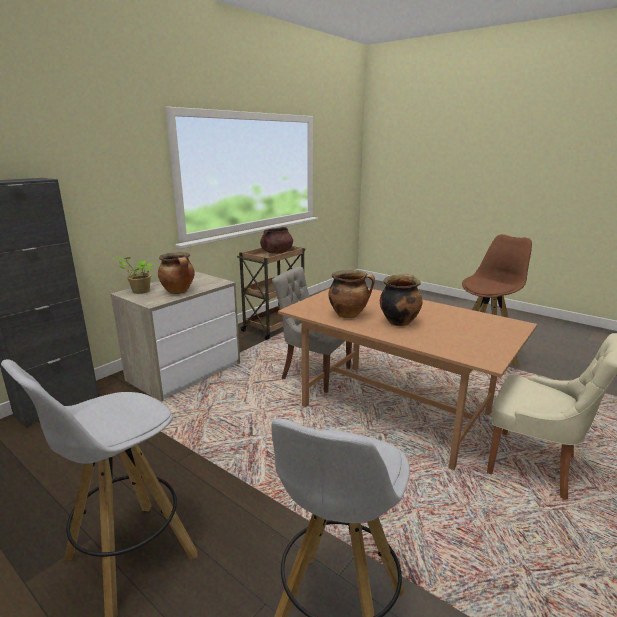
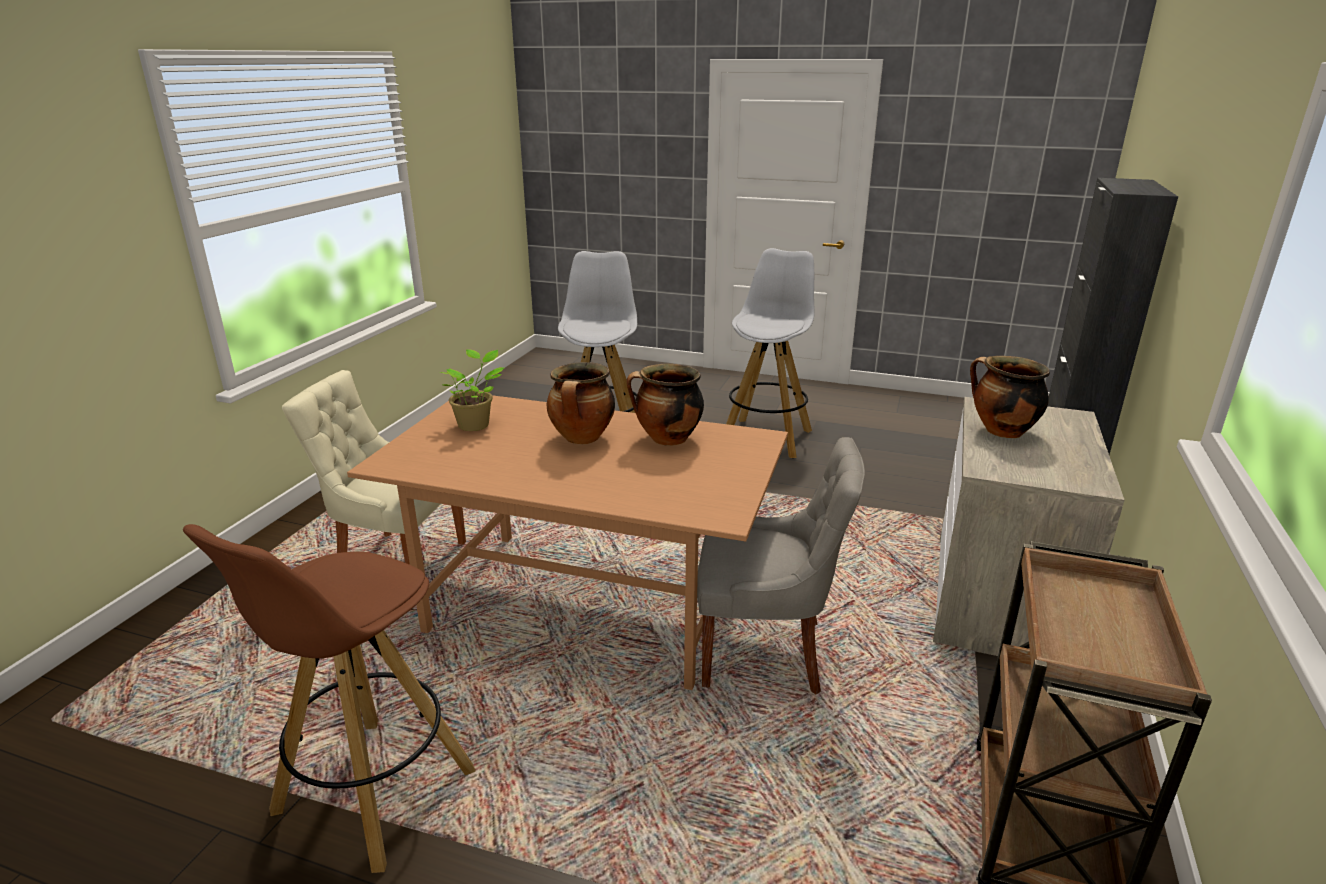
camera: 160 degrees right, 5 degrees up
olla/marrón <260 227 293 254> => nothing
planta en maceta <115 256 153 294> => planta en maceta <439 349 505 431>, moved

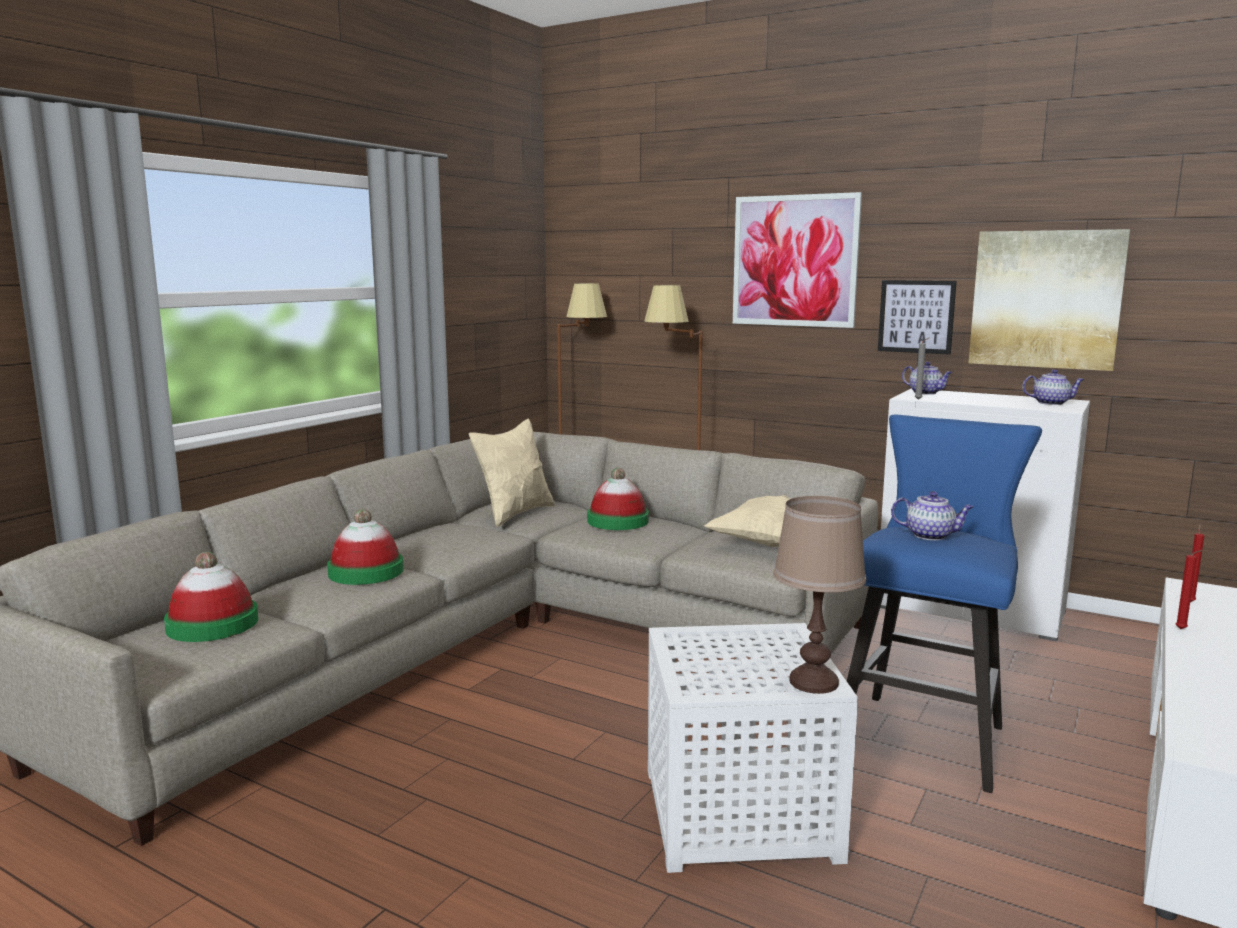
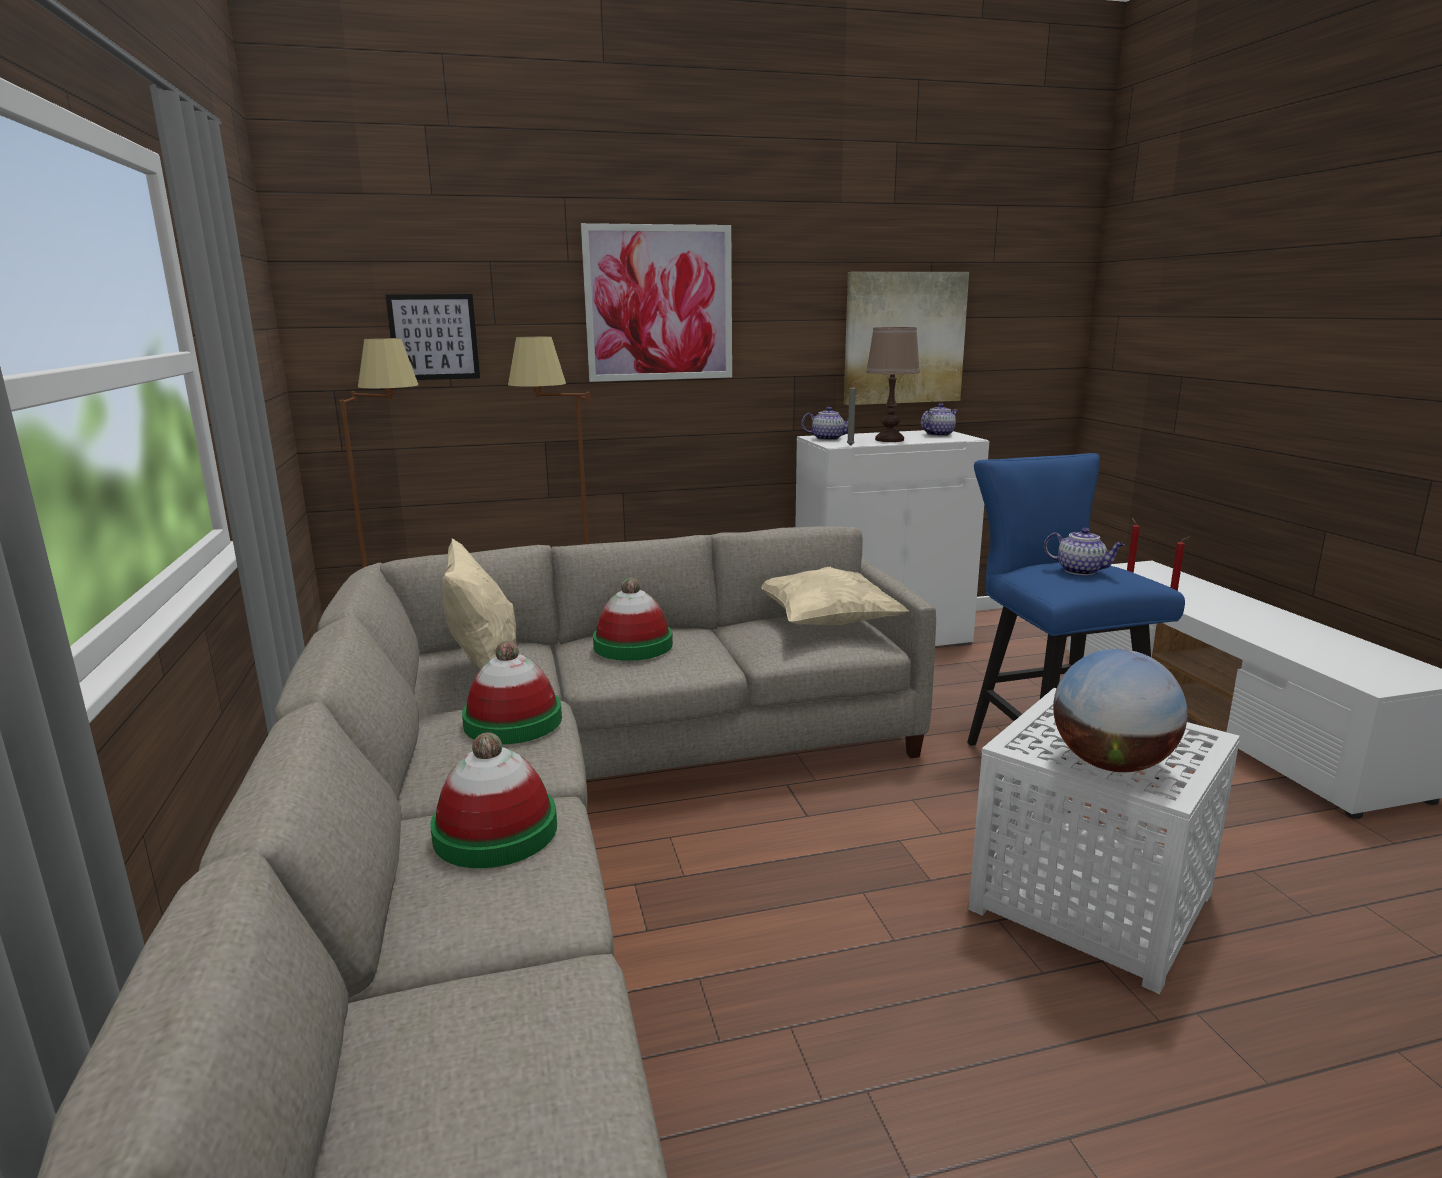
camera: 45 degrees left, 5 degrees up
nothing => globo terráqueo <1053 649 1187 772>
sombrero <164 552 258 642> => sombrero <462 641 562 744>, moved
lámpara de mesa/marrón <773 496 866 694> => lámpara de mesa/marrón <866 327 920 442>, moved
cuadro <878 280 957 355> => cuadro <385 294 480 380>, moved
tetera <891 491 974 540> => tetera <1044 528 1125 575>, 60 degrees clockwise

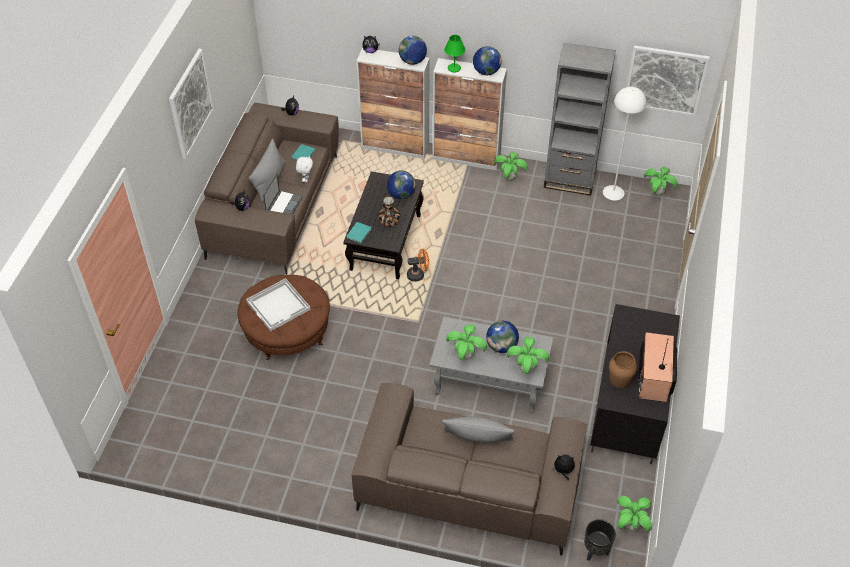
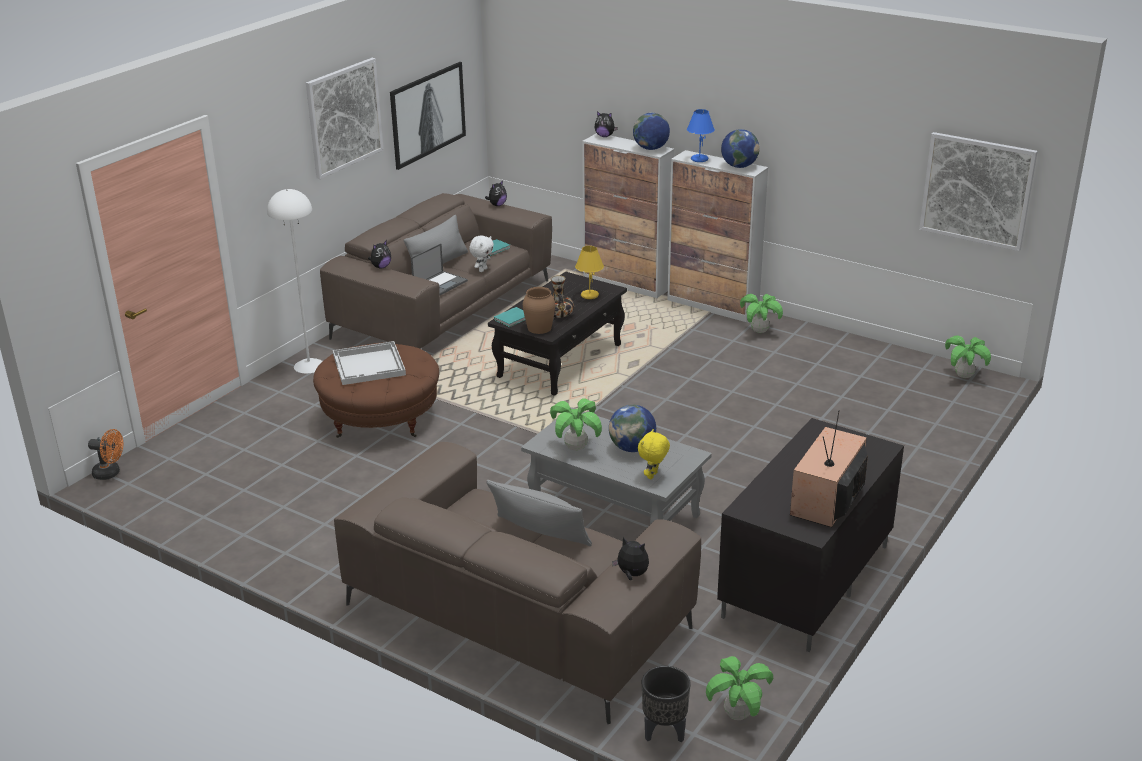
camera: 20 degrees right, 20 degrees down
estantería/gris <544 43 616 196> => nothing
nothing => cuadro <390 62 466 170>
ventilador/naranja <407 249 429 282> => ventilador/naranja <88 429 123 480>, moved
lámpara de pie/blanco <603 87 647 200> => lámpara de pie/blanco <267 189 323 374>, moved
florero/marrón <609 351 637 388> => florero/marrón <523 287 555 334>, moved
globo terráqueo <387 170 416 199> => lámpara de mesa/amarillo <575 246 604 299>
planta en maceta <507 337 549 374> => peluche/amarillo <638 429 670 479>
lámpara de mesa/verde <444 35 465 73> => lámpara de mesa/azul <687 109 715 162>

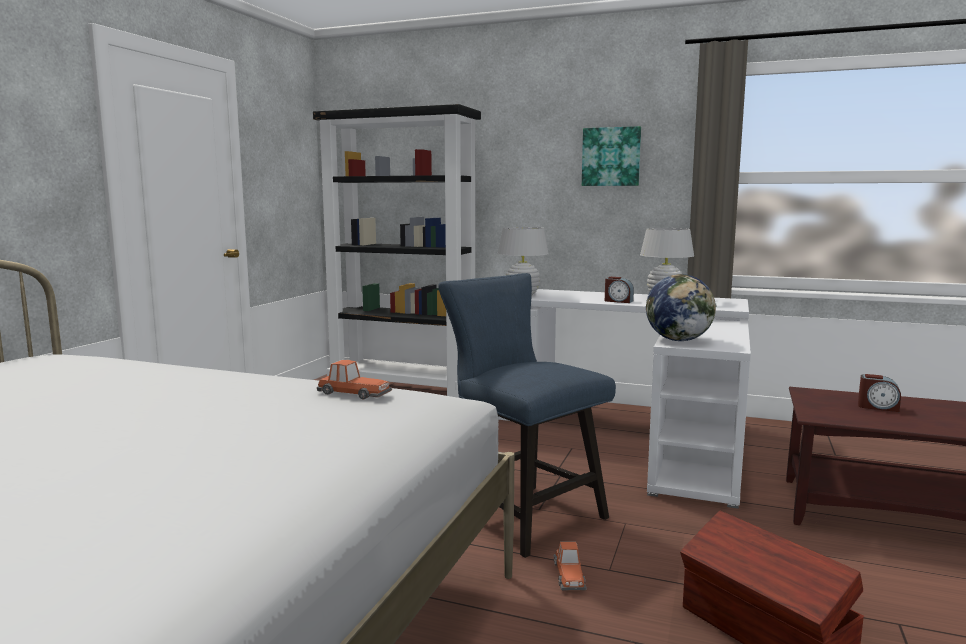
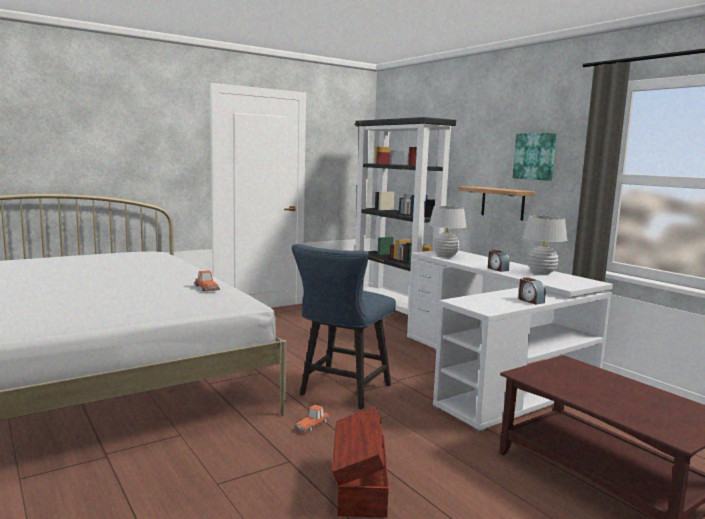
camera: 35 degrees right, 0 degrees up
globo terráqueo <646 274 717 341> => nothing
nothing => estante <458 186 535 221>
despertador <858 374 901 412> => despertador <518 277 546 305>, moved
silla/azul <438 273 616 558> => silla/azul <292 244 396 409>, 150 degrees counterclockwise

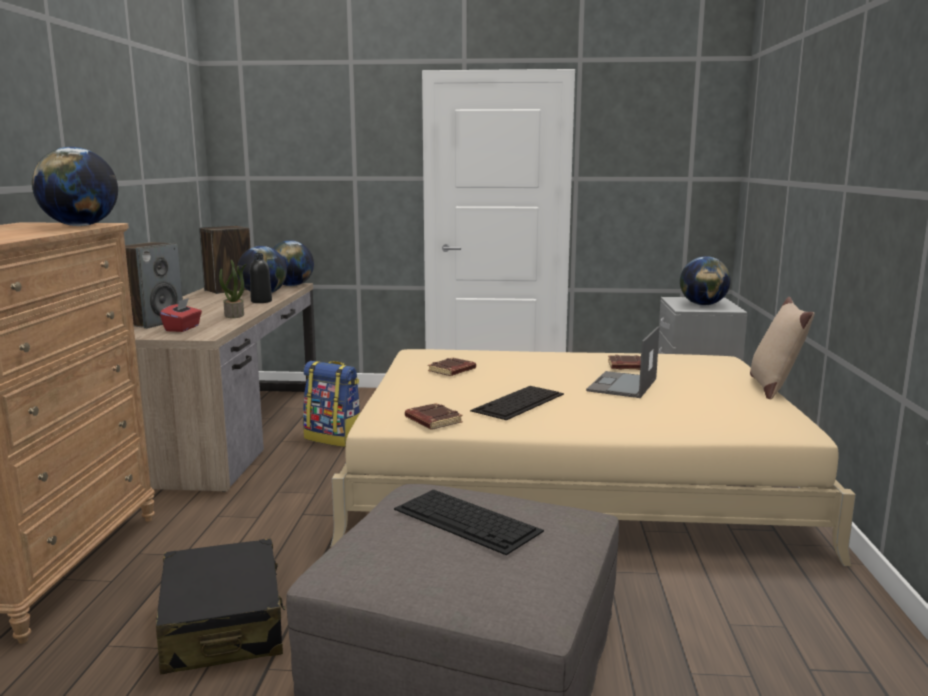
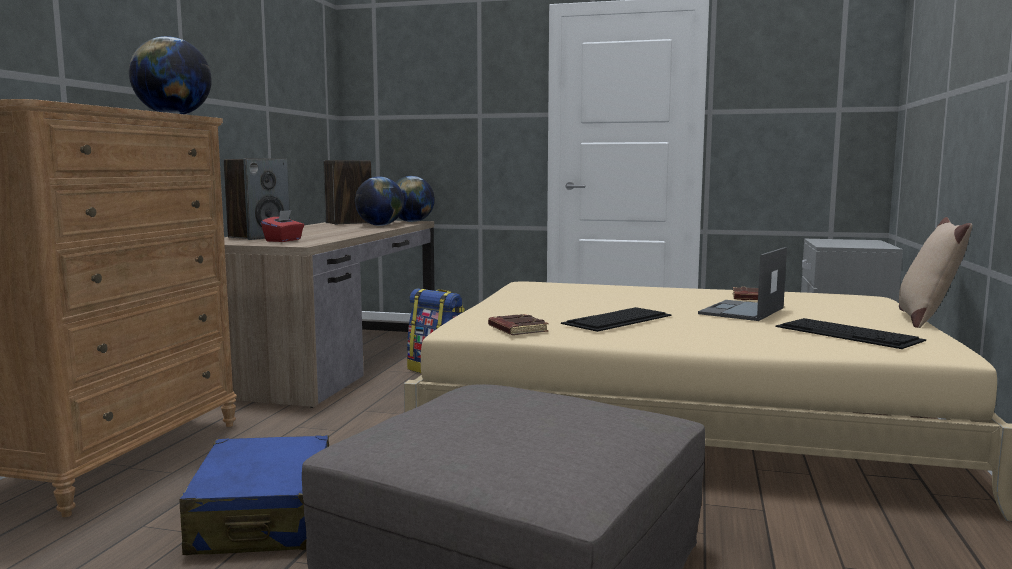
camera: 10 degrees right, 5 degrees down
planta en maceta <219 260 247 318> => nothing
botella/negro <250 253 272 303> => nothing
libro/marrón <428 358 476 376> => nothing
globo terráqueo <680 256 731 305> => nothing
teclado <394 489 544 555> => teclado <776 318 926 349>, moved
maleta/negro <156 538 285 674> => maleta/azul <180 435 329 555>

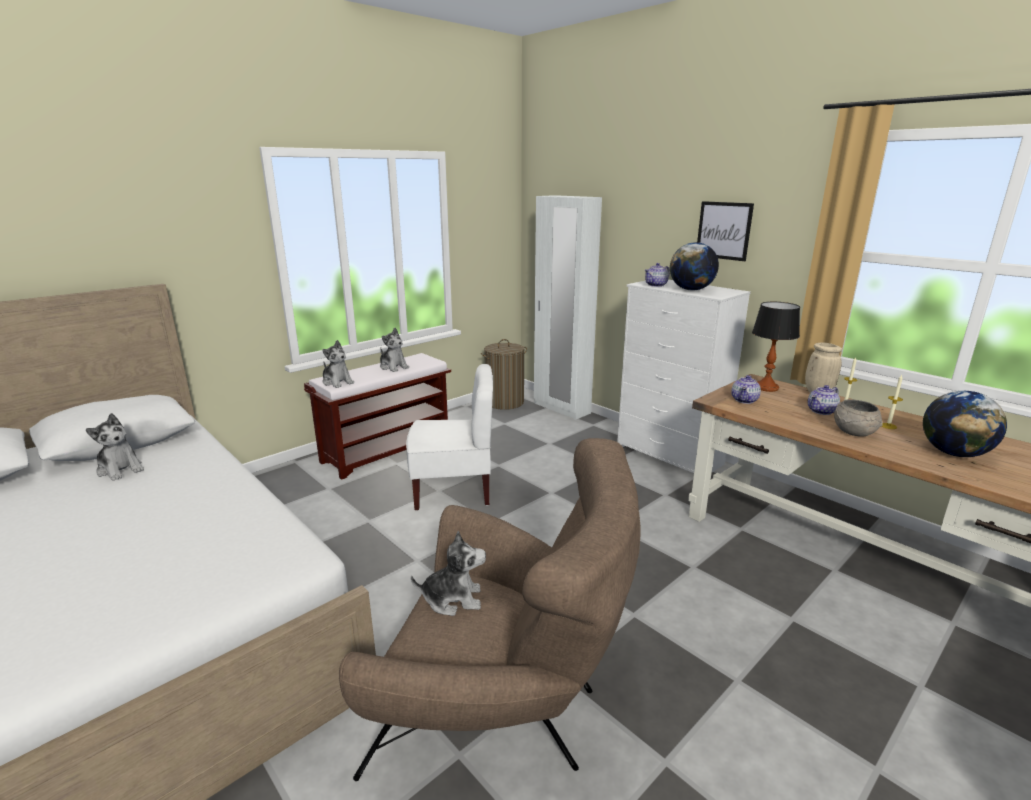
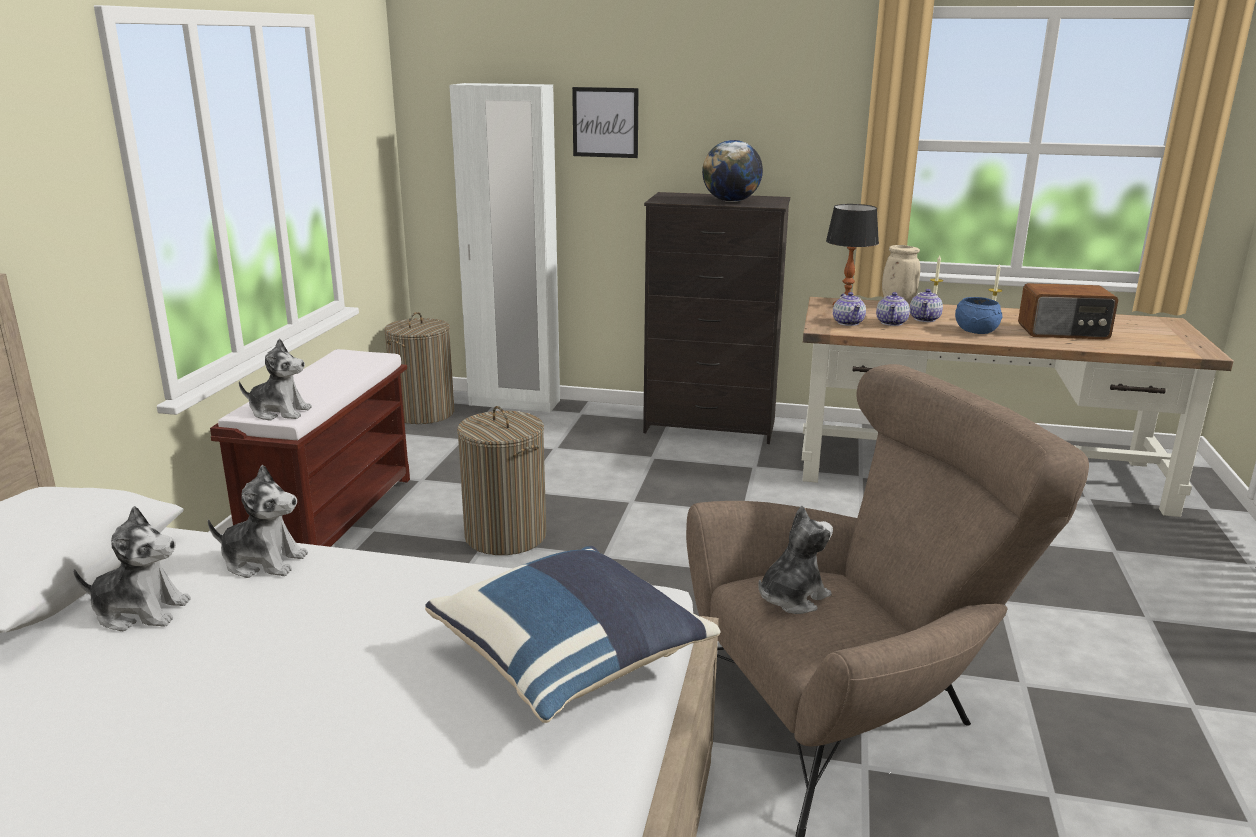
camera: 35 degrees left, 0 degrees up
nothing => cojín/azul <425 546 721 723>
peluche <380 328 409 372> => peluche <208 464 308 578>, moved
tetera <645 263 670 287> => tetera <876 292 910 326>, moved
cuadro <697 201 754 261> => cuadro <572 87 639 158>, moved
silla/blanco <406 364 493 511> => cesto de la ropa <457 406 546 555>
globo terráqueo <923 391 1007 457> => radio <1018 283 1118 340>
cómoda/blanco <617 279 751 473> => cómoda/negro <643 192 790 444>
cuenco/gris <834 400 883 437> => cuenco/azul <955 297 1003 334>

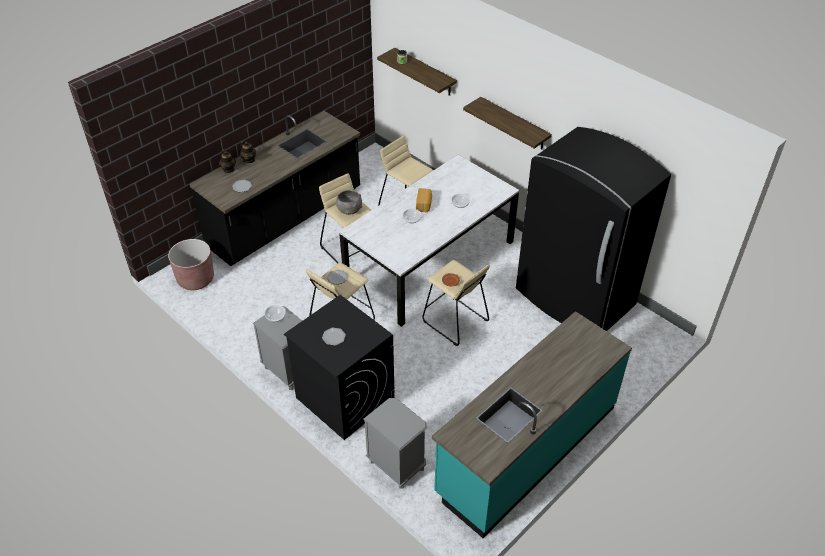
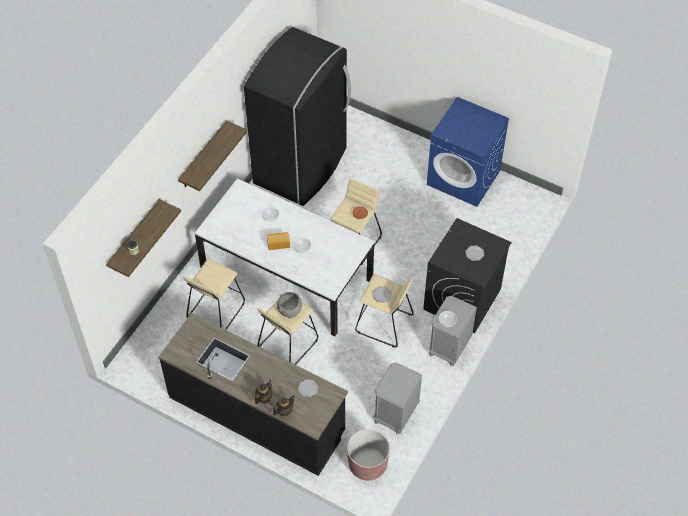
camera: 105 degrees left, 10 degrees up
mesita de noche/gris <364 398 427 489> => mesita de noche/gris <373 362 422 435>, moved
mueble bajo de cocina/turquesa <432 311 632 538> => lavadora/azul <427 97 509 207>

